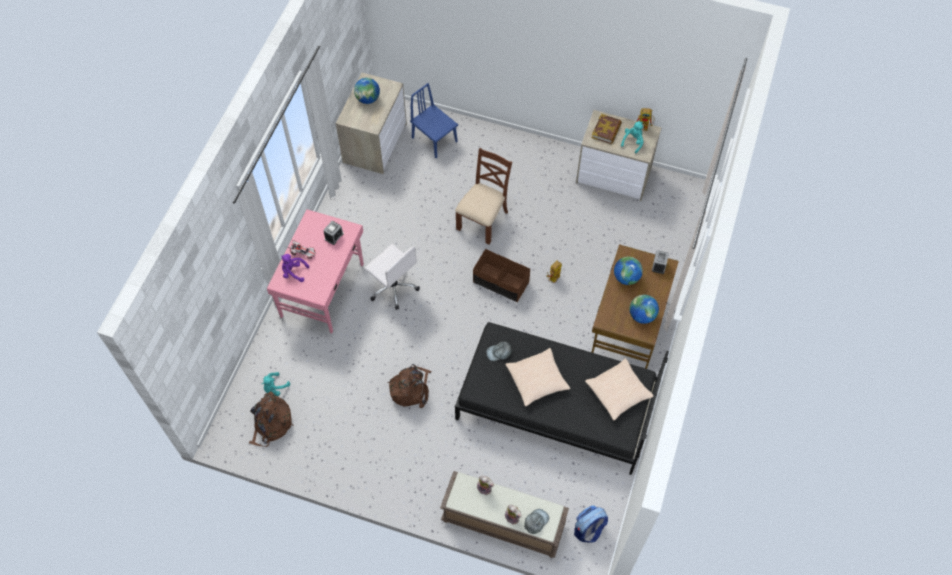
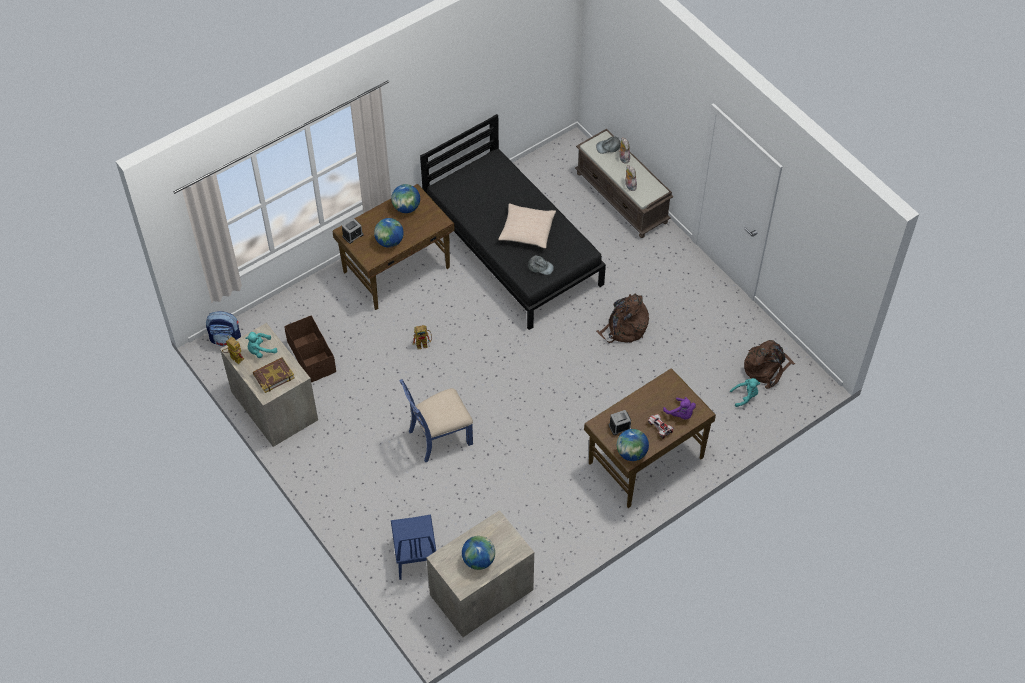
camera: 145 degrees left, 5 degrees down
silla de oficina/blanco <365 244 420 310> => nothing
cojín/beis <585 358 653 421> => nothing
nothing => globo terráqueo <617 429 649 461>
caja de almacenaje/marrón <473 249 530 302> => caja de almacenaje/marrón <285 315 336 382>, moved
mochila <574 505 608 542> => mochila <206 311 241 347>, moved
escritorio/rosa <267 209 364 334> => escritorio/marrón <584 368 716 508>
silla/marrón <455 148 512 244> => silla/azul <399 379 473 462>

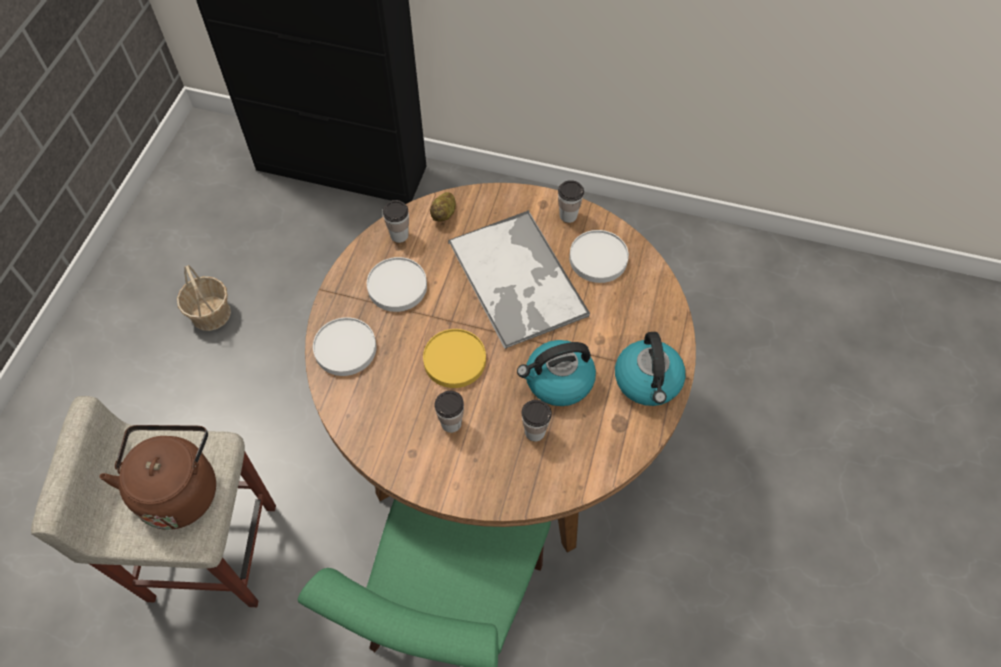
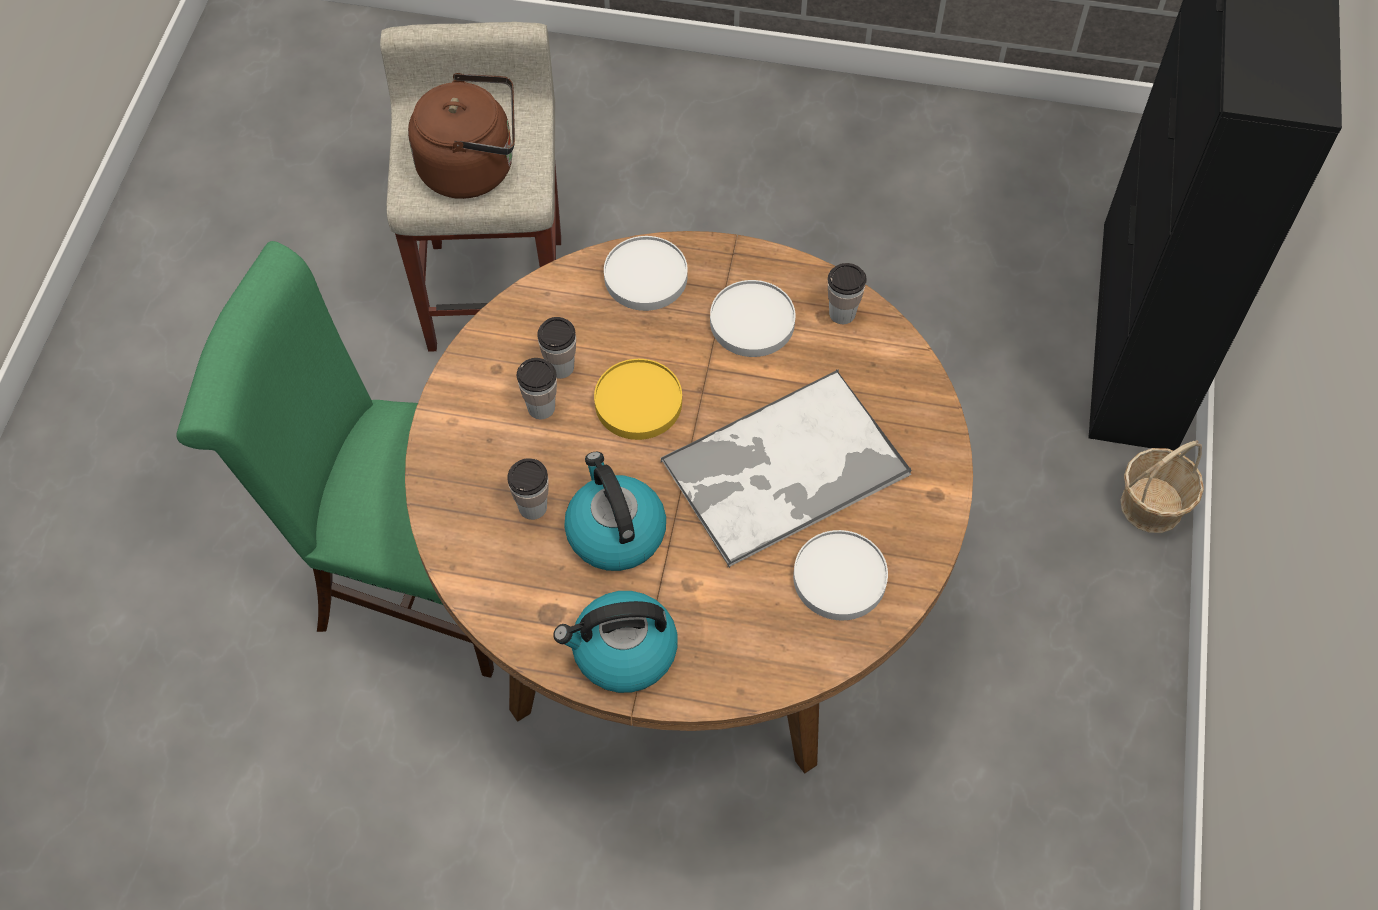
camera: 85 degrees right, 0 degrees up
patata <430 192 456 222> => nothing
cesta <177 265 231 331> => cesta <1120 440 1204 533>, moved
taza <558 180 584 223> => taza <537 317 576 379>, moved

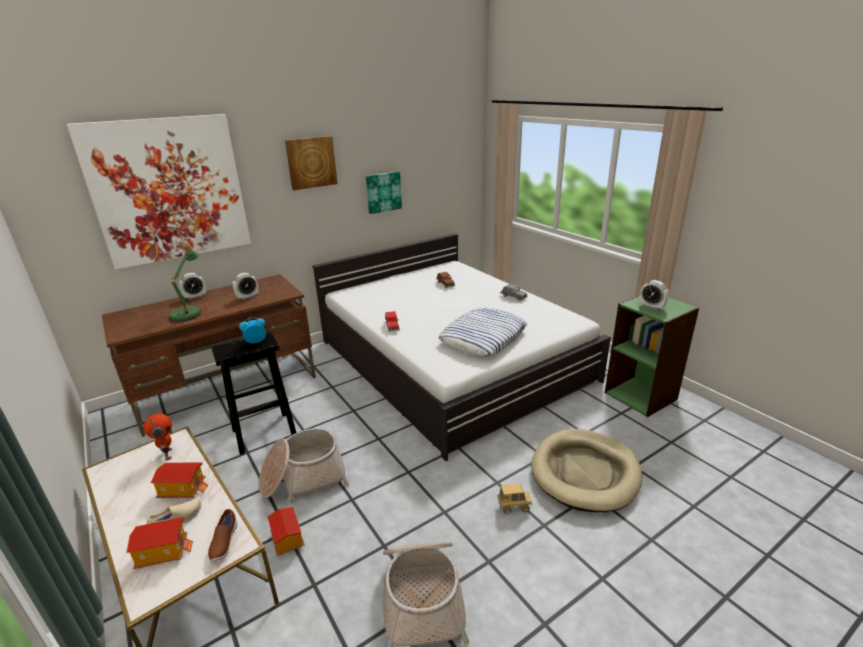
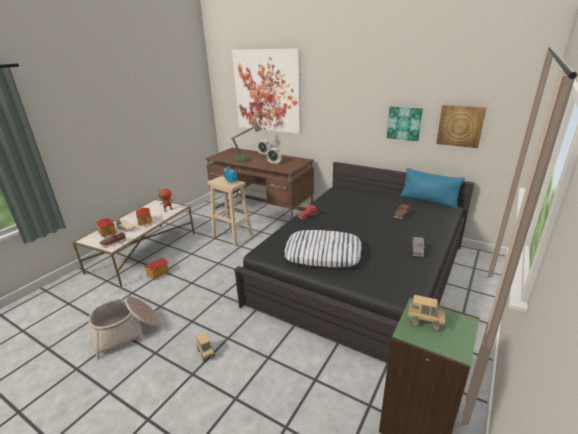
camera: 65 degrees right, 0 degrees up
cesta <259 428 349 503> => nothing
cama para perro/beis <531 429 642 512> => nothing
nothing => cojín/azul <400 168 465 209>
cuadro <285 136 337 190> => cuadro <436 105 486 148>, moved
despertador <640 280 669 310> => camión de juguete <408 295 445 331>
taburete/negro <211 332 296 455> => taburete/beis <208 176 253 246>
cama/blanco <312 233 611 461> => cama/negro <234 162 475 362>

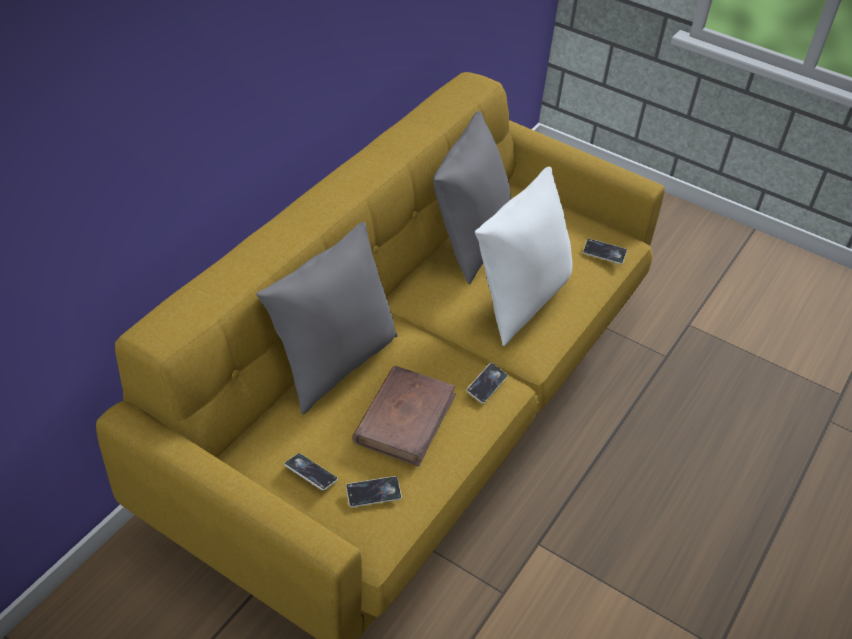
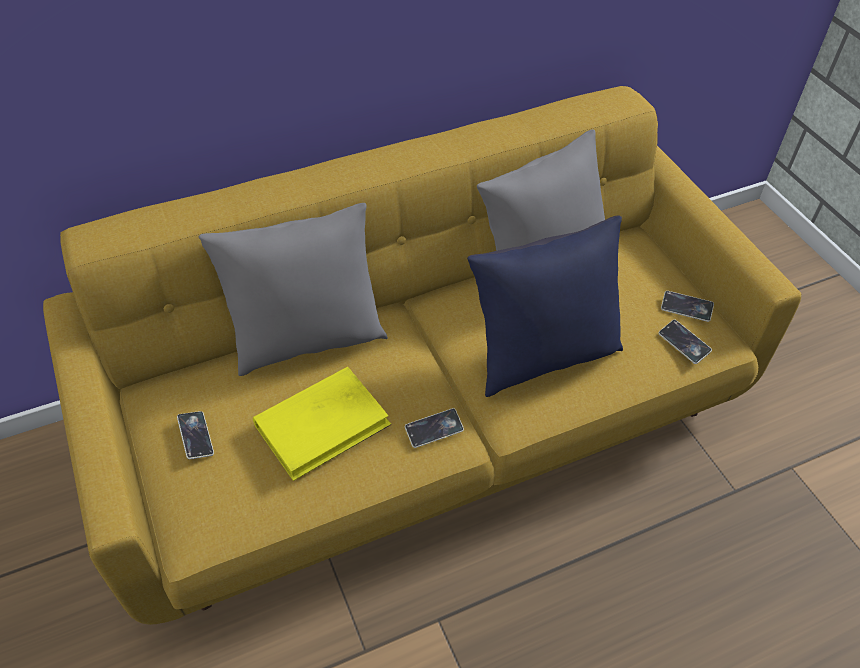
camera: 35 degrees right, 5 degrees up
móvil <346 476 402 507> => móvil <661 291 714 322>, moved
libro/marrón <352 366 456 467> => libro/amarillo <253 367 391 481>
cojín/blanco <475 167 572 346> => cojín/azul <467 216 623 397>

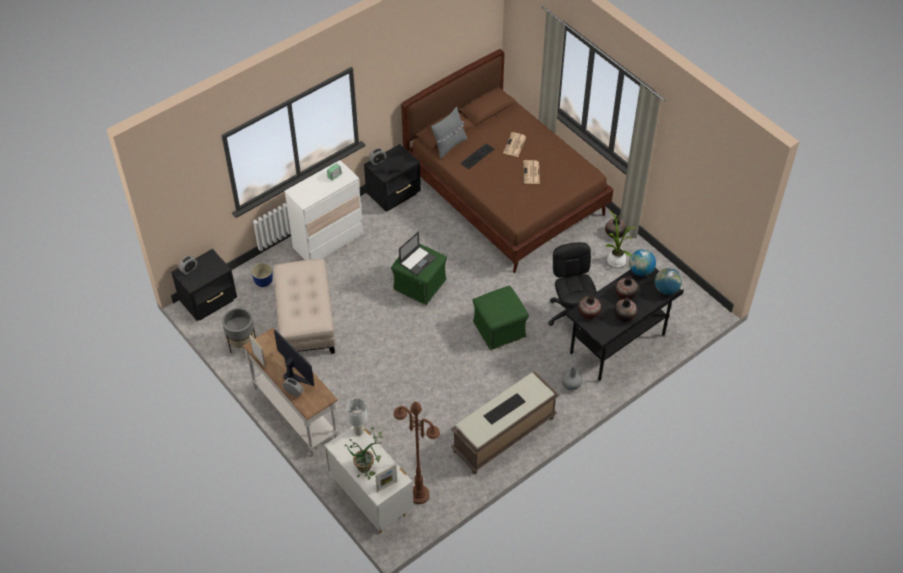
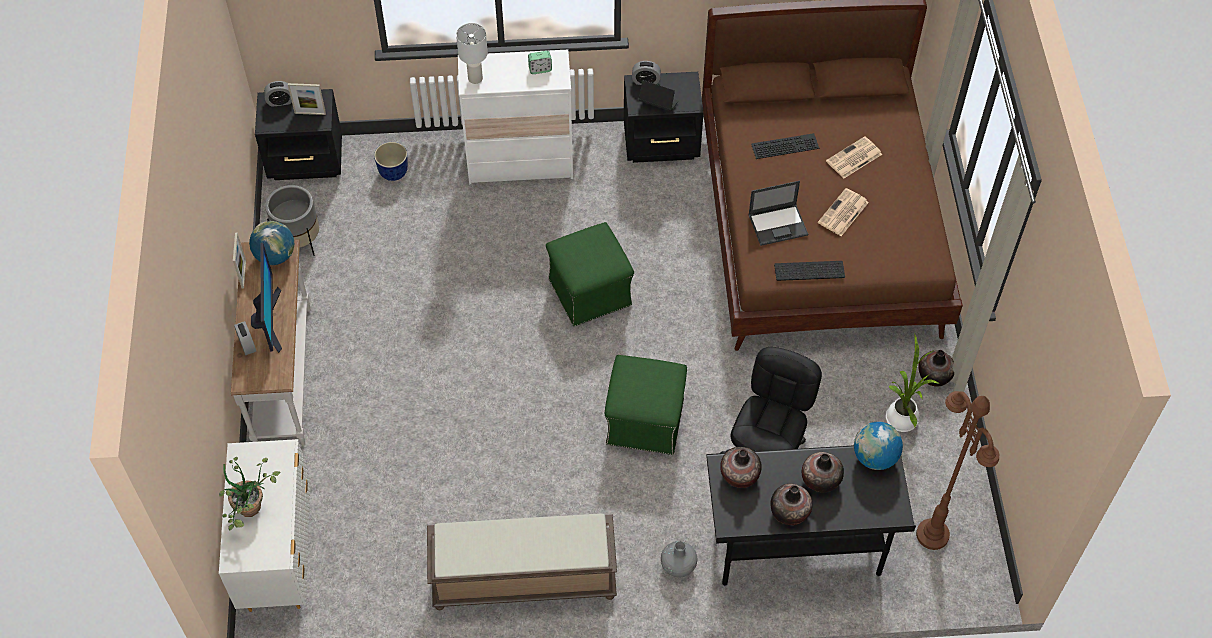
camera: 35 degrees right, 5 degrees up
puf/beis <273 258 335 354> => nothing
cojín/gris <431 107 467 159> => nothing
lámpara de mesa/blanco <346 399 368 436> => lámpara de mesa/blanco <456 23 488 84>, moved
portarretratos <375 464 397 492> => portarretratos <288 83 326 115>, moved
lámpara de pie/marrón <394 402 440 504> => lámpara de pie/marrón <916 391 999 550>, moved
portátil <399 231 436 275> => portátil <748 181 808 246>, moved
teclado <484 393 526 424> => teclado <774 261 845 281>, moved
globo terráqueo <655 268 682 295> => globo terráqueo <249 221 294 265>, moved

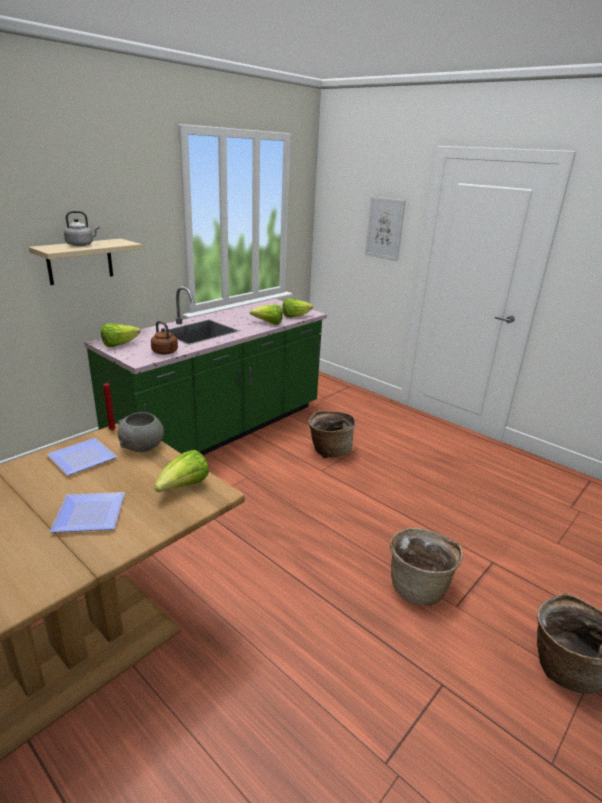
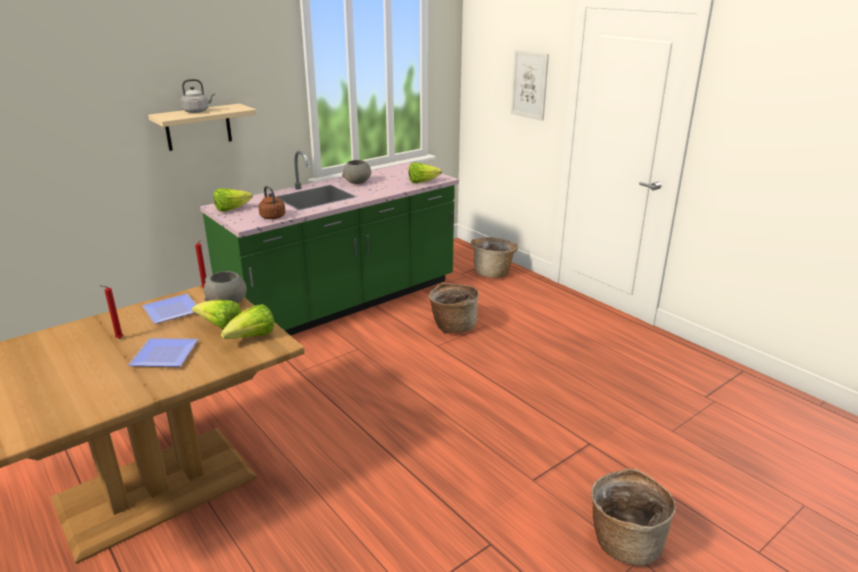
camera: 10 degrees right, 0 degrees up
nothing => vela/rojo <100 285 123 339>
nothing => cuenco/gris <342 160 371 184>
lechuga <250 305 283 325> => lechuga <192 300 242 330>, moved
cesta <390 528 463 606> => cesta <471 237 518 278>, moved

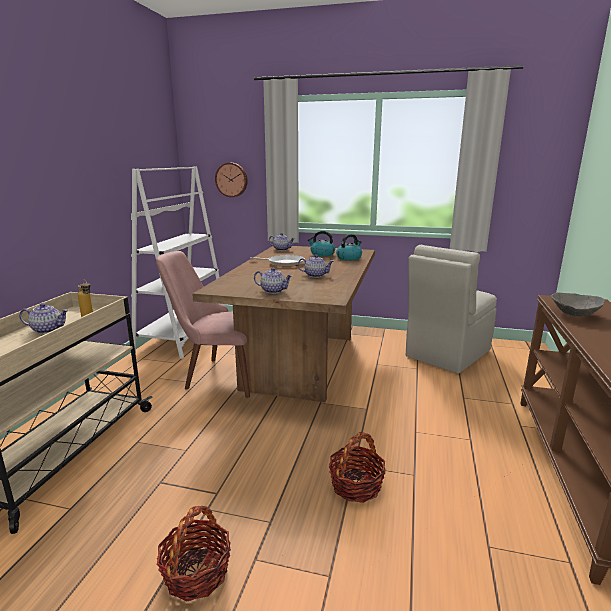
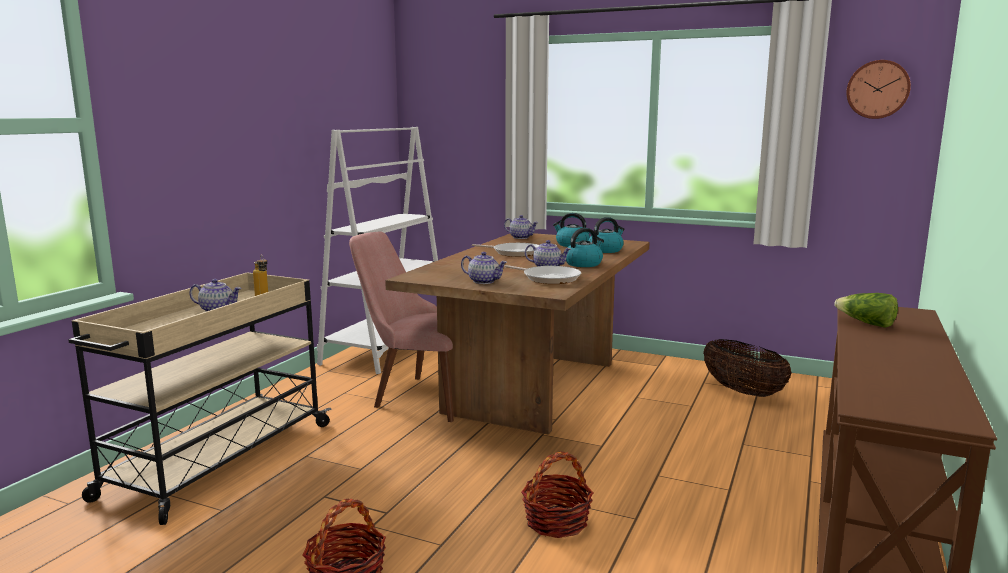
camera: 10 degrees right, 5 degrees down
nothing => sartén <504 265 581 284>
nothing => hervidor <566 228 604 267>
reloj de pared <215 163 248 197> => reloj de pared <846 60 911 119>, moved
silla/beis <406 245 497 374> => cesta <703 339 792 397>
cuenco/gris <551 293 605 316> => lechuga <834 293 898 328>

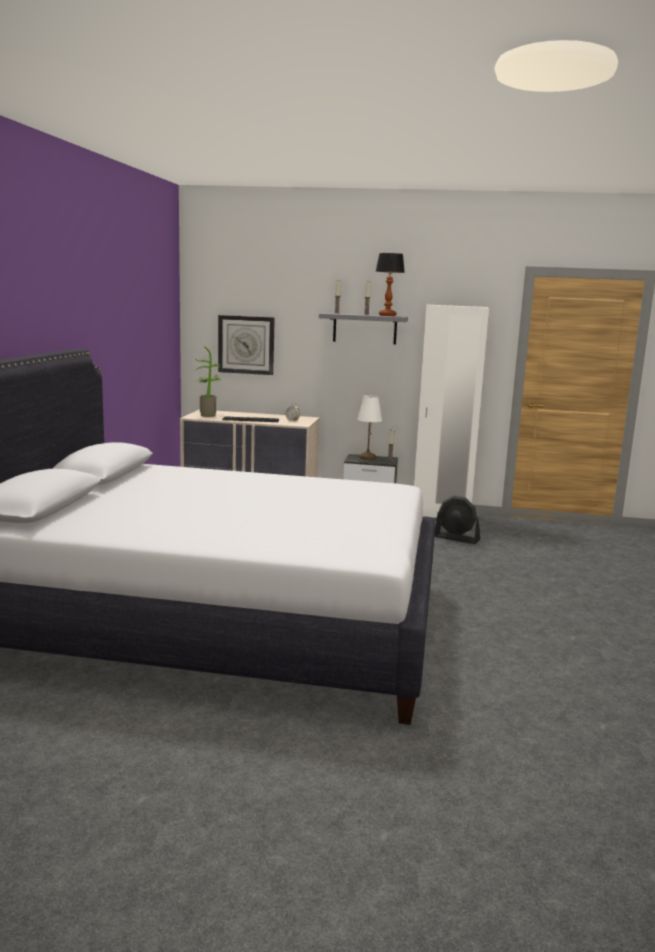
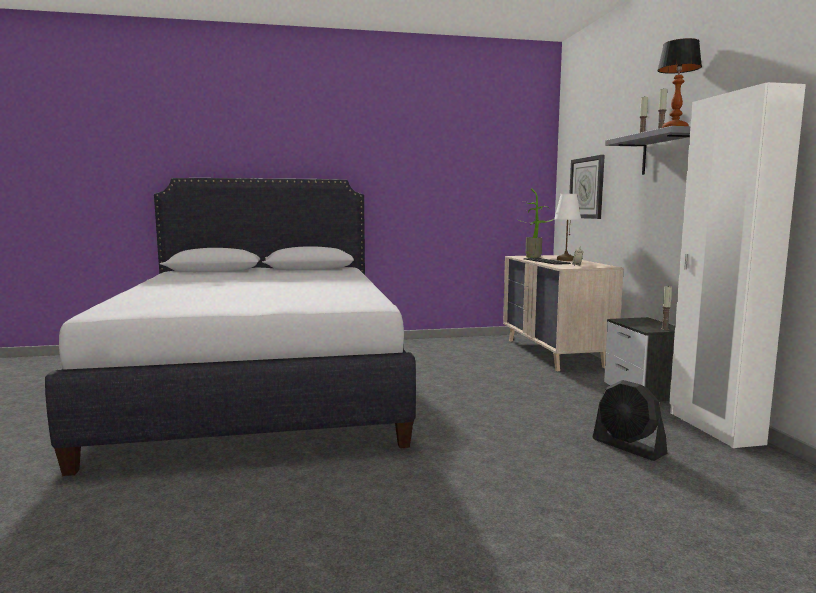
camera: 70 degrees right, 5 degrees down
lámpara de mesa/blanco <357 395 382 460> => lámpara de mesa/blanco <554 194 581 261>, moved
ventilador/negro <435 496 480 544> => ventilador/negro <593 380 667 461>, 45 degrees counterclockwise

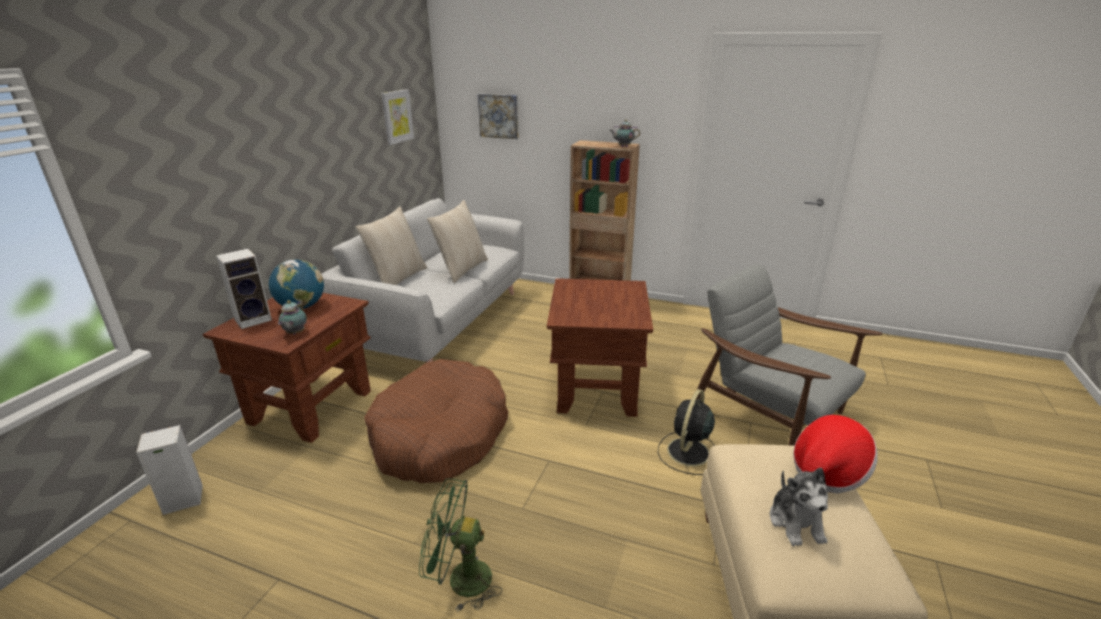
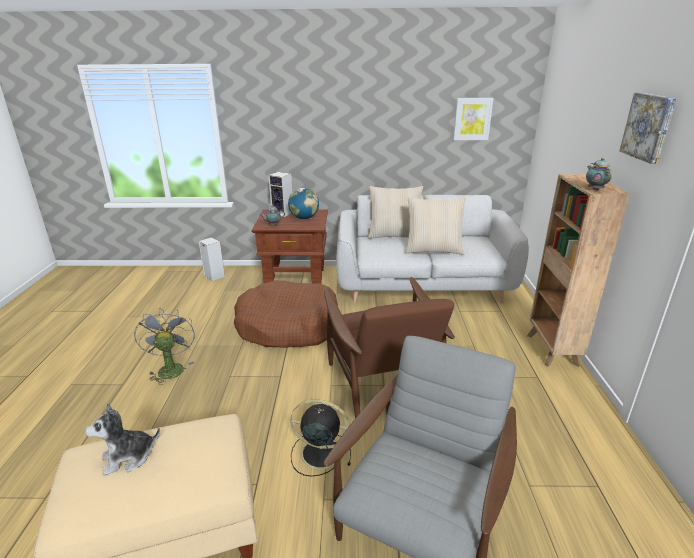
camera: 70 degrees right, 0 degrees up
sombrero <793 415 878 494> => nothing
cuadro <478 94 518 139> => cuadro <619 93 677 164>, moved
mesa auxiliar/marrón <547 278 653 417> => sillón/marrón <324 277 455 418>
ventilador/verde <419 478 502 612> => ventilador/gris <134 308 195 385>

